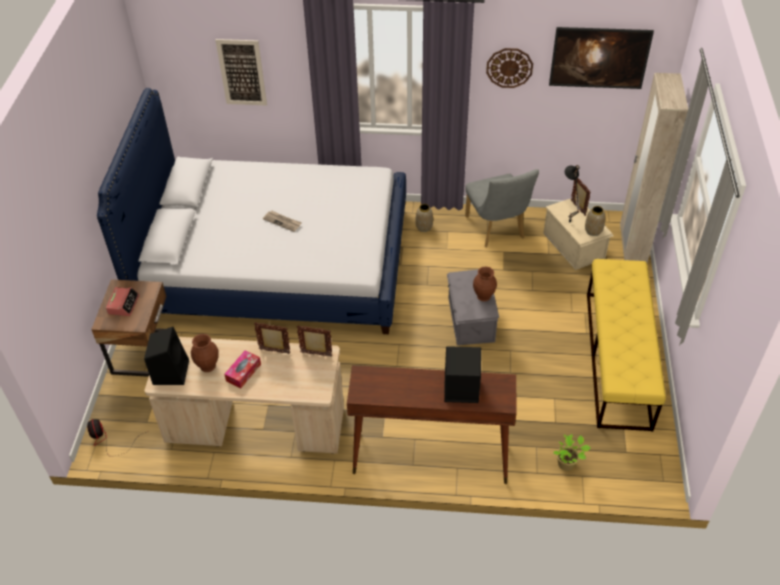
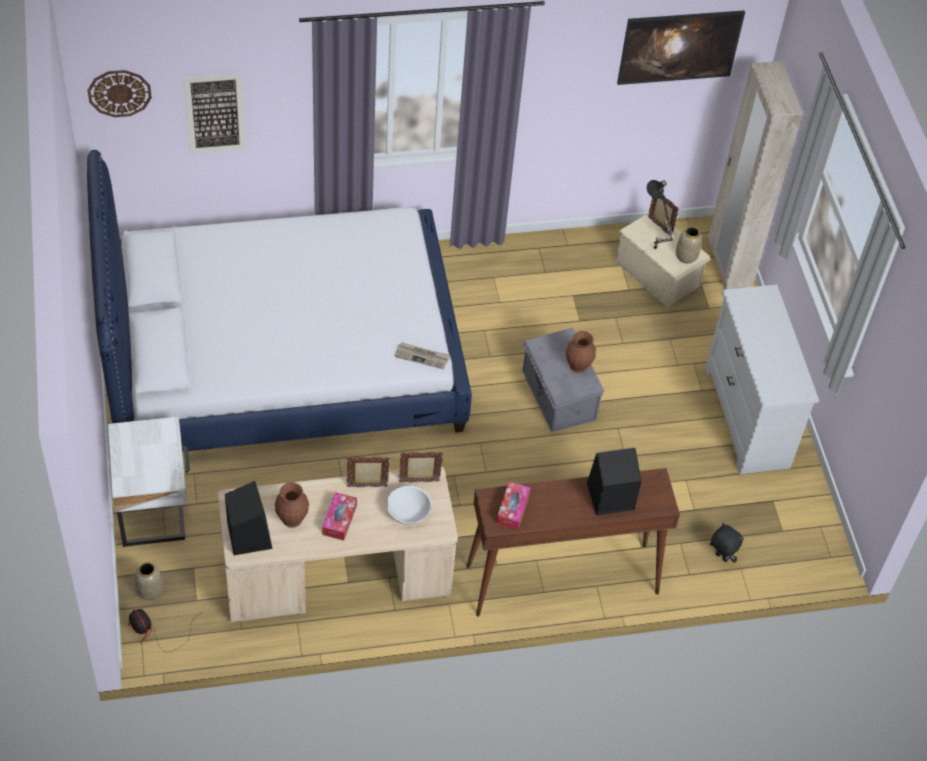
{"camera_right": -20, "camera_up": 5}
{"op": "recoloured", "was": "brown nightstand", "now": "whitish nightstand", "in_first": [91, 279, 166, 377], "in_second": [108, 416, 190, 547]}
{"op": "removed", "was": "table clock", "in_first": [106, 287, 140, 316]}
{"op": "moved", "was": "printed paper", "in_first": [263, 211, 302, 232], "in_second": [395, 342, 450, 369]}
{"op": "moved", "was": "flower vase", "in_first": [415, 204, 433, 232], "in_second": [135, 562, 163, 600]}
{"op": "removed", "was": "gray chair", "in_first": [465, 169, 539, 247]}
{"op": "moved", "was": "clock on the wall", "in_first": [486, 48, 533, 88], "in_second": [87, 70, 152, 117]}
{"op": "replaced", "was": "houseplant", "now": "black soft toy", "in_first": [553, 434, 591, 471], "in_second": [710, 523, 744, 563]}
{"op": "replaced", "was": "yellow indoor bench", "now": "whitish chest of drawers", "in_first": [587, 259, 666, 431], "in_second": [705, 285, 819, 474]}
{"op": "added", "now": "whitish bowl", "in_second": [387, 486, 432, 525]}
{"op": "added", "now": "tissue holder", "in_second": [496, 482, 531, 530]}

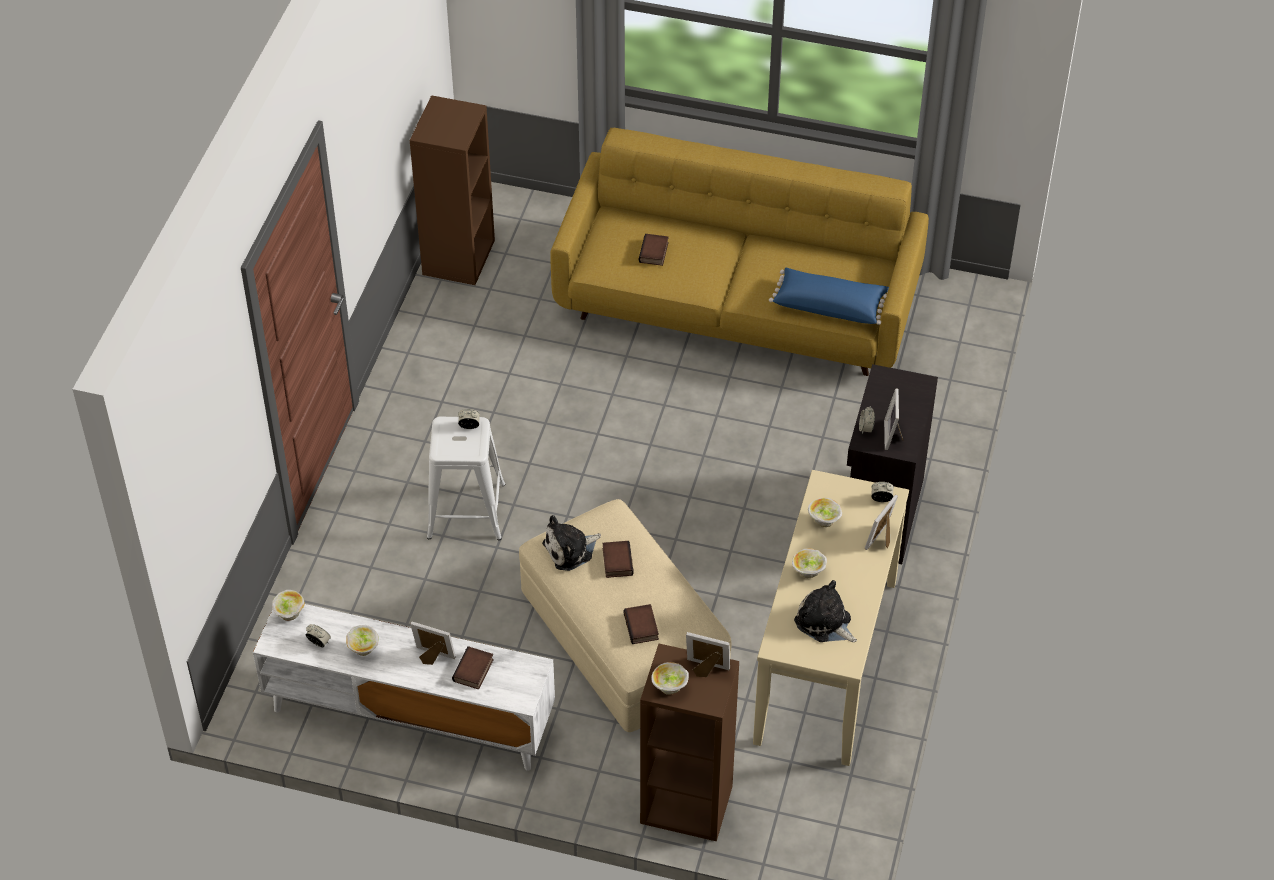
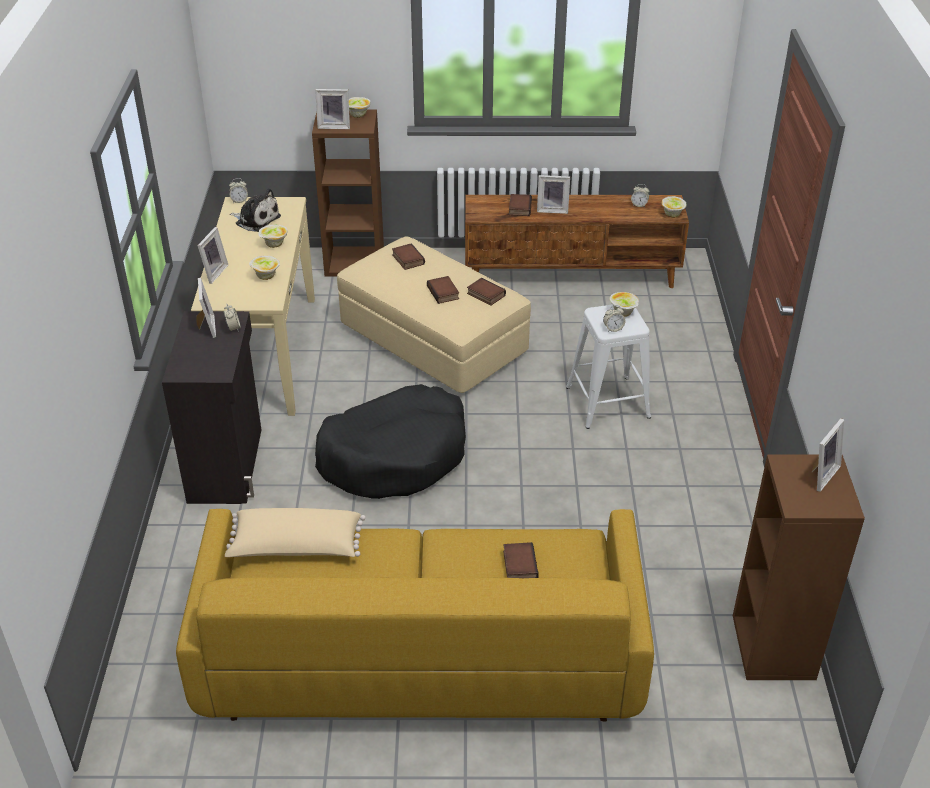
{"camera_right": 165, "camera_up": -10}
{"op": "recoloured", "was": "whitish tv unit", "now": "brown tv unit", "in_first": [253, 604, 555, 771], "in_second": [465, 195, 689, 288]}
{"op": "moved", "was": "bowl", "in_first": [346, 625, 379, 656], "in_second": [609, 292, 639, 317]}
{"op": "replaced", "was": "soft toy", "now": "volume", "in_first": [542, 515, 601, 571], "in_second": [467, 278, 506, 306]}
{"op": "recoloured", "was": "bluish throw pillow", "now": "beige throw pillow", "in_first": [769, 268, 889, 325], "in_second": [225, 508, 366, 557]}
{"op": "moved", "was": "table clock", "in_first": [871, 482, 894, 502], "in_second": [229, 178, 248, 203]}
{"op": "added", "now": "black pet bed", "in_second": [315, 384, 466, 499]}
{"op": "added", "now": "standing frame", "in_second": [812, 419, 844, 492]}

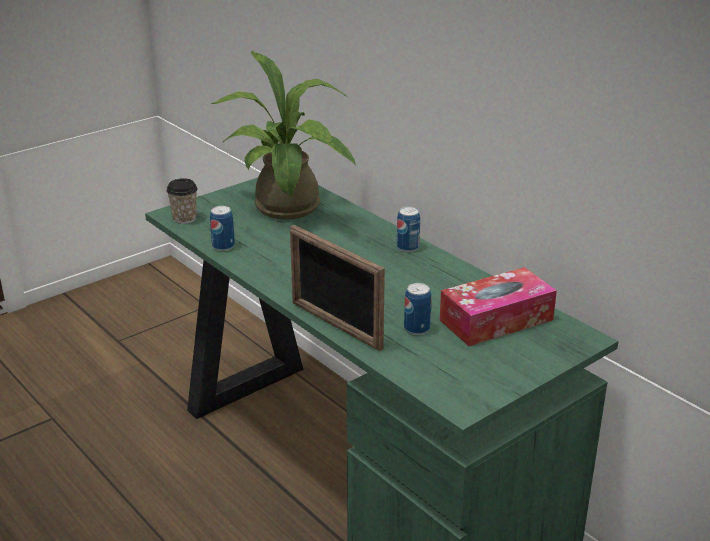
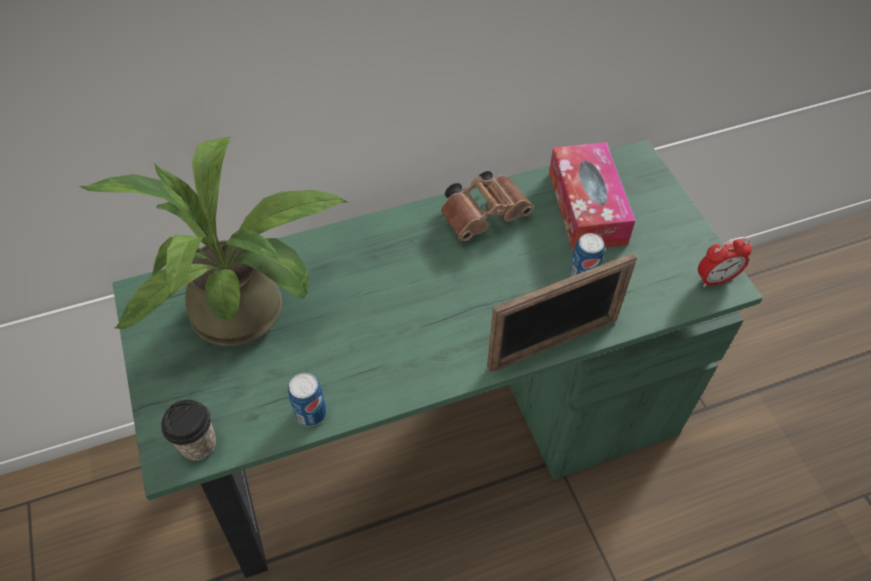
{"camera_right": -70, "camera_up": 25}
{"op": "removed", "was": "can", "in_first": [397, 207, 420, 252]}
{"op": "added", "now": "brown field glasses", "in_second": [441, 171, 533, 241]}
{"op": "added", "now": "table clock", "in_second": [698, 237, 752, 287]}

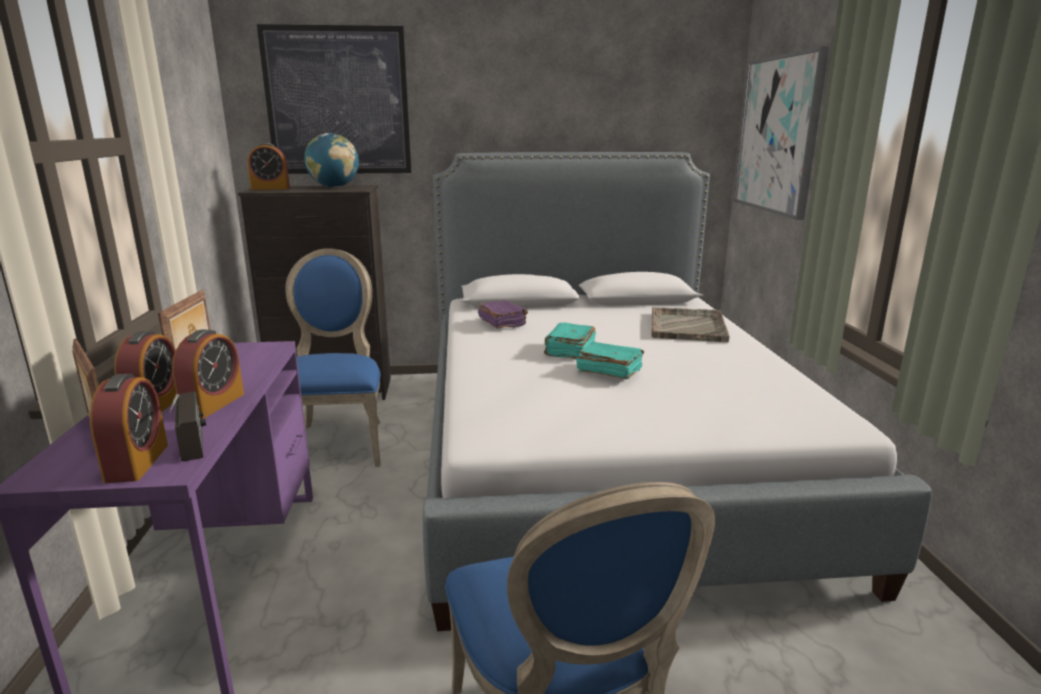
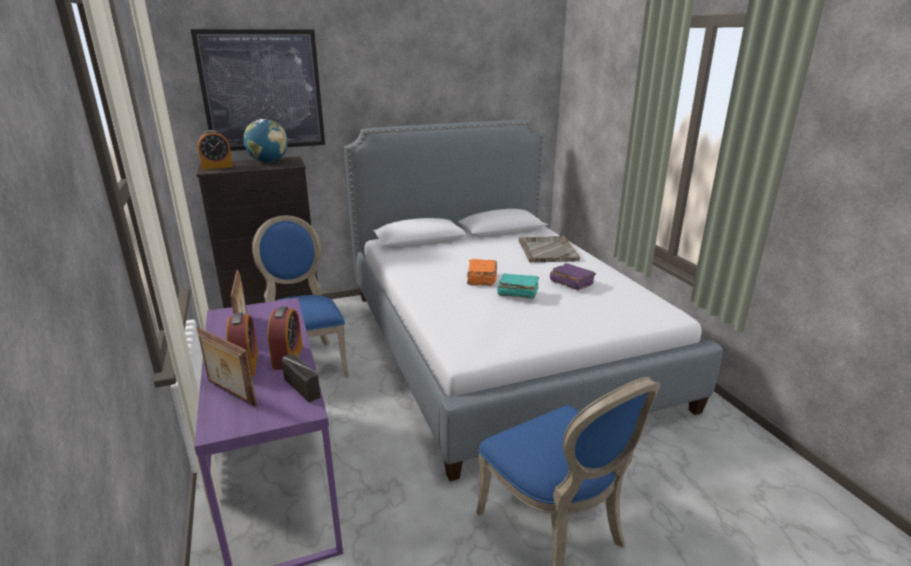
{"camera_right": -15, "camera_up": 5}
{"op": "removed", "was": "table clock", "in_first": [90, 374, 168, 483]}
{"op": "moved", "was": "purple-coloured volume", "in_first": [478, 300, 528, 329], "in_second": [550, 263, 596, 290]}
{"op": "recoloured", "was": "turquoise-coloured volume", "now": "orangey volume", "in_first": [544, 323, 596, 359], "in_second": [467, 259, 497, 286]}
{"op": "removed", "was": "wall picture", "in_first": [733, 46, 829, 220]}

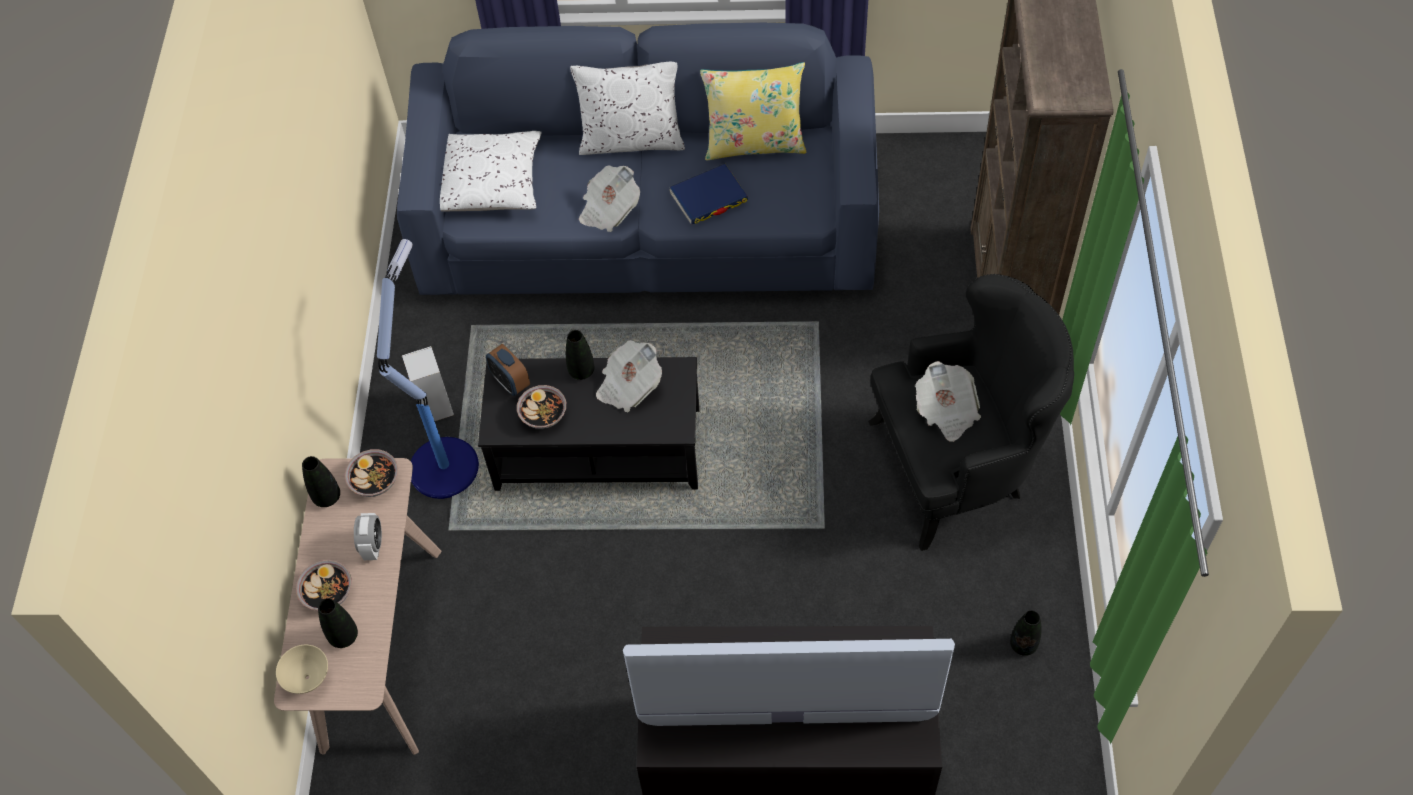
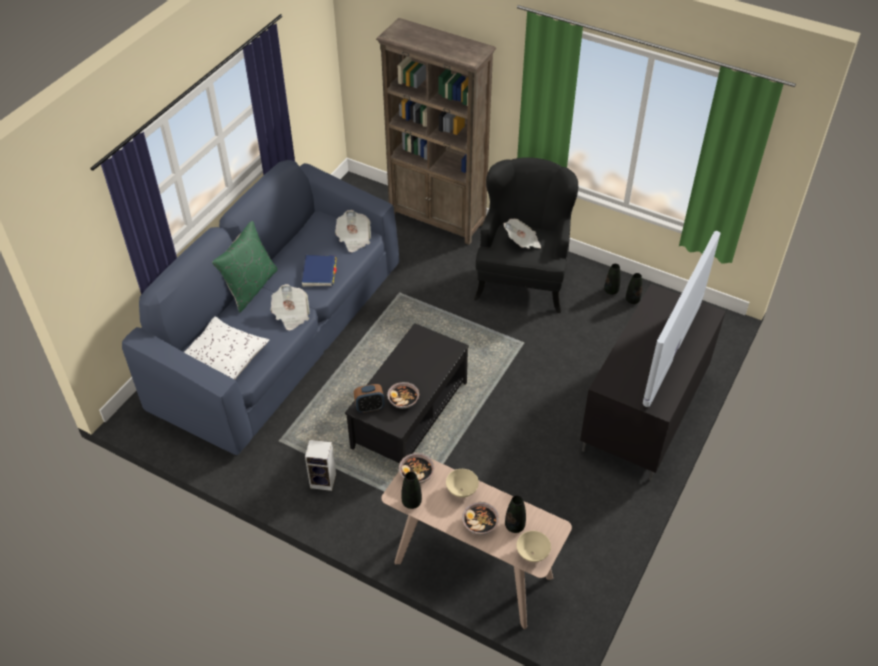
{"camera_right": -65, "camera_up": -10}
{"op": "replaced", "was": "table clock", "now": "beige bowl", "in_first": [354, 513, 382, 560], "in_second": [446, 469, 479, 498]}
{"op": "removed", "was": "floor lamp", "in_first": [377, 239, 479, 499]}
{"op": "moved", "was": "black flower vase", "in_first": [566, 330, 594, 380], "in_second": [604, 264, 621, 295]}
{"op": "recoloured", "was": "whitish throw pillow", "now": "greenish throw pillow", "in_first": [570, 62, 685, 155], "in_second": [212, 221, 278, 313]}
{"op": "moved", "was": "printed paper", "in_first": [596, 340, 662, 412], "in_second": [335, 210, 371, 252]}
{"op": "removed", "was": "yellow throw pillow", "in_first": [700, 62, 807, 160]}

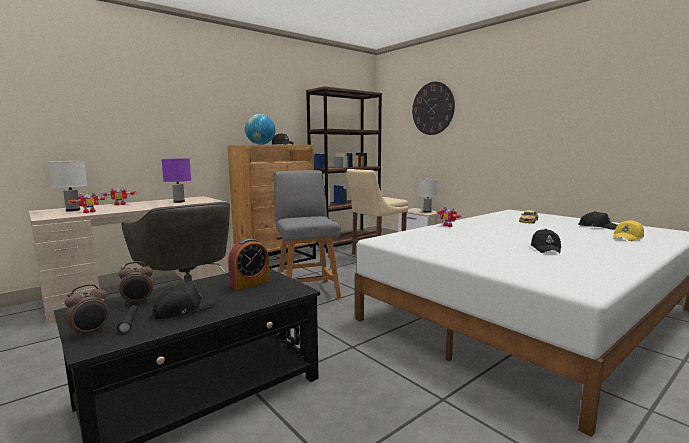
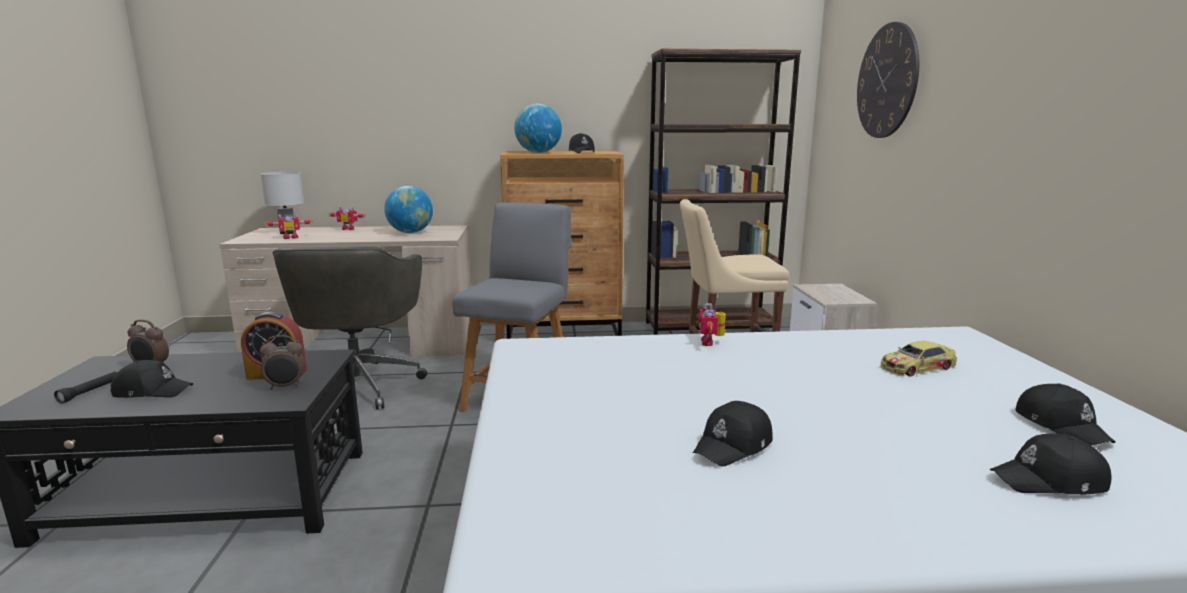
{"camera_right": 35, "camera_up": 5}
{"op": "moved", "was": "table clock", "in_first": [64, 284, 109, 338], "in_second": [260, 335, 305, 390]}
{"op": "replaced", "was": "purple-coloured tabletop lamp", "now": "globe", "in_first": [161, 159, 191, 203], "in_second": [384, 186, 433, 233]}
{"op": "removed", "was": "whitish tabletop lamp", "in_first": [418, 179, 439, 213]}
{"op": "recoloured", "was": "yellow peaked cap", "now": "black peaked cap", "in_first": [614, 220, 644, 241], "in_second": [990, 434, 1111, 494]}

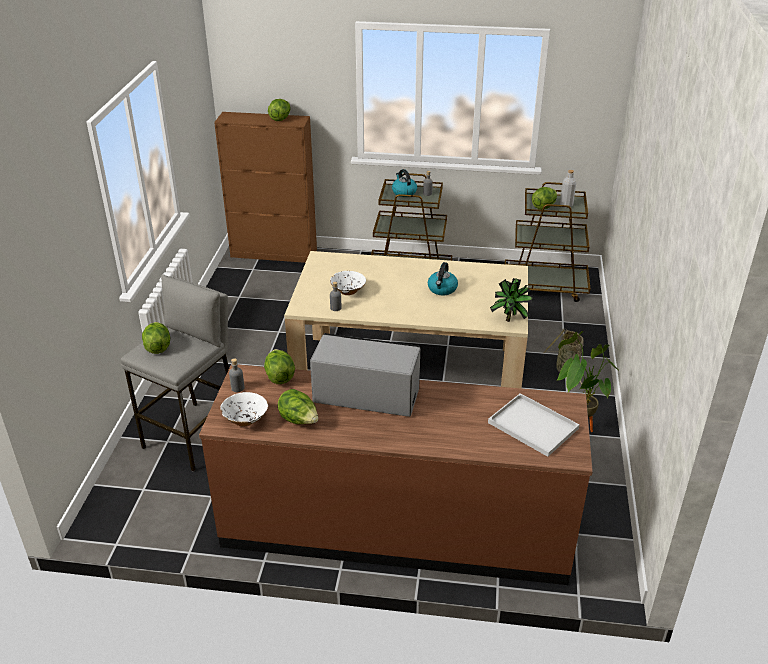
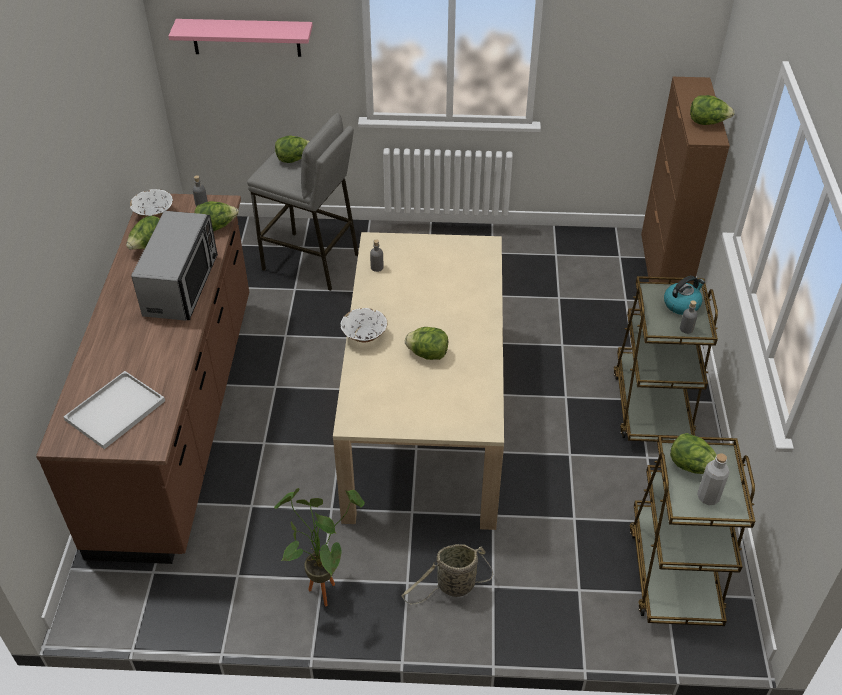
{"camera_right": 85, "camera_up": 10}
{"op": "moved", "was": "whitish bowl", "in_first": [330, 271, 366, 295], "in_second": [341, 308, 387, 343]}
{"op": "replaced", "was": "kettle", "now": "lettuce", "in_first": [428, 262, 458, 295], "in_second": [405, 327, 448, 360]}
{"op": "removed", "was": "houseplant", "in_first": [490, 278, 534, 322]}
{"op": "added", "now": "pink-coloured wall shelf", "in_second": [168, 19, 313, 57]}

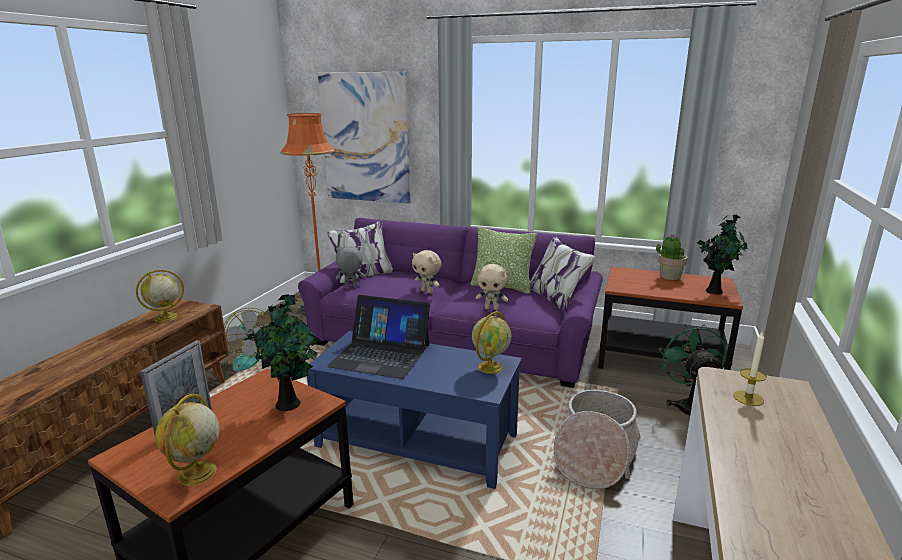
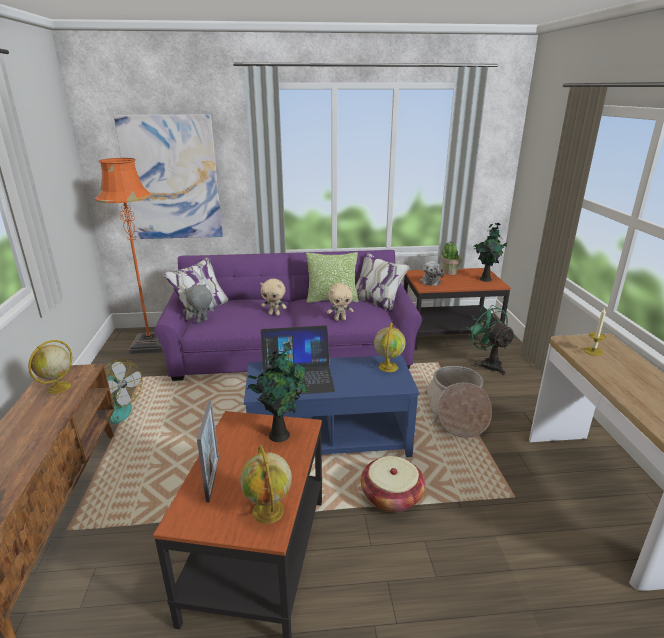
{"camera_right": -25, "camera_up": 5}
{"op": "added", "now": "storage basket", "in_second": [361, 456, 426, 513]}
{"op": "added", "now": "soft toy", "in_second": [420, 261, 444, 286]}

